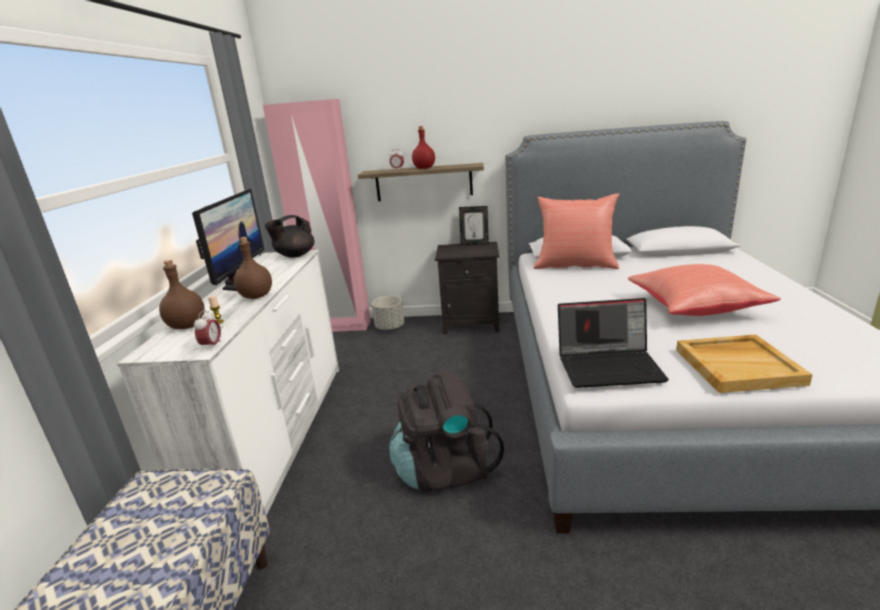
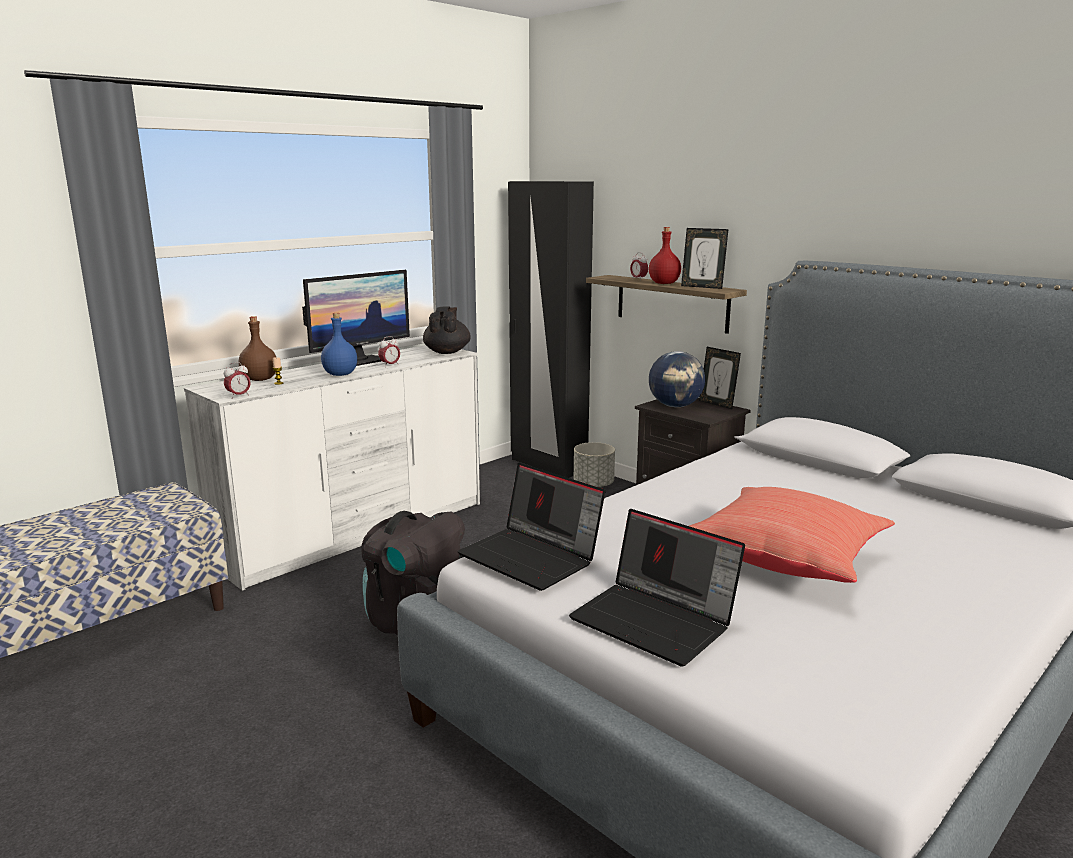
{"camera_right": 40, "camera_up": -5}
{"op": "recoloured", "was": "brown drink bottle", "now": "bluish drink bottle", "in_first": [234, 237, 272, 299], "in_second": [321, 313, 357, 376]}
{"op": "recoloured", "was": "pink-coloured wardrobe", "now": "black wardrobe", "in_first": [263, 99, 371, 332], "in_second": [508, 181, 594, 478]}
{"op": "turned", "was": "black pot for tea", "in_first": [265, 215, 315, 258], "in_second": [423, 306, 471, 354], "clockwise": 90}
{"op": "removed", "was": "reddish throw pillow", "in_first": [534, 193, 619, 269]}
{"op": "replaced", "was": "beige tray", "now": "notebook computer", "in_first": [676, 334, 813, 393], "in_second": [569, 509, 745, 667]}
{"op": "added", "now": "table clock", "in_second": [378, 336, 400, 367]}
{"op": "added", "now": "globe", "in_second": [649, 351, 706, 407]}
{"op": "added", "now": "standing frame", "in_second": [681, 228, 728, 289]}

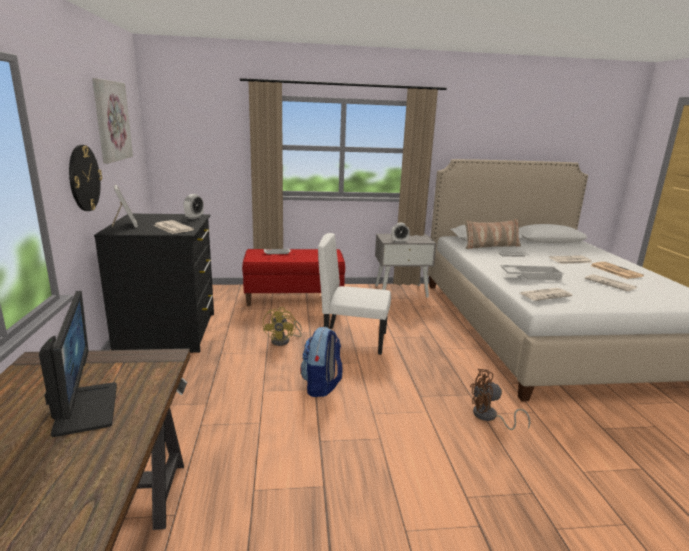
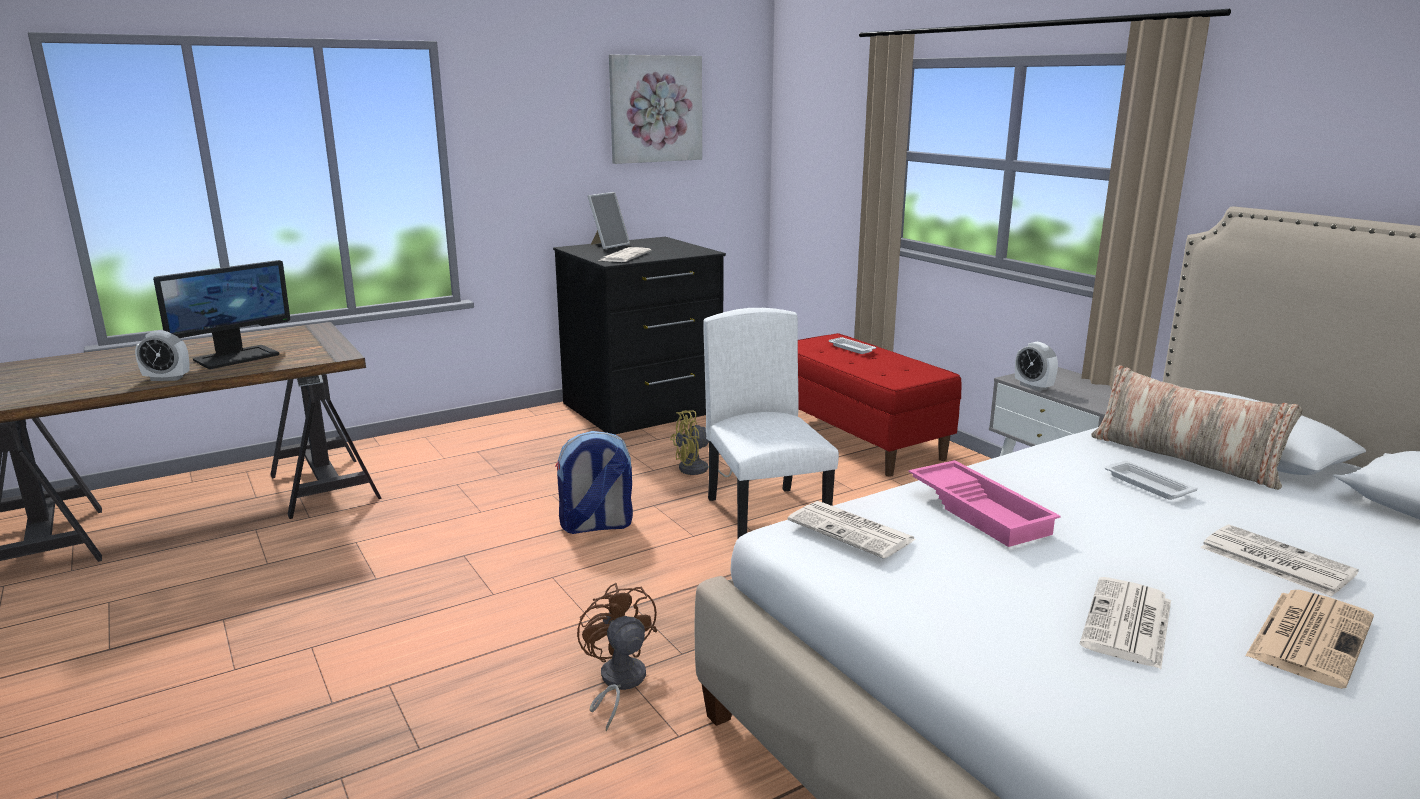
{"camera_right": 65, "camera_up": 0}
{"op": "removed", "was": "clock on the wall", "in_first": [69, 145, 102, 211]}
{"op": "moved", "was": "table clock", "in_first": [184, 194, 204, 219], "in_second": [135, 330, 189, 381]}
{"op": "recoloured", "was": "whitish tray", "now": "pink-coloured tray", "in_first": [500, 265, 564, 281], "in_second": [909, 460, 1060, 547]}

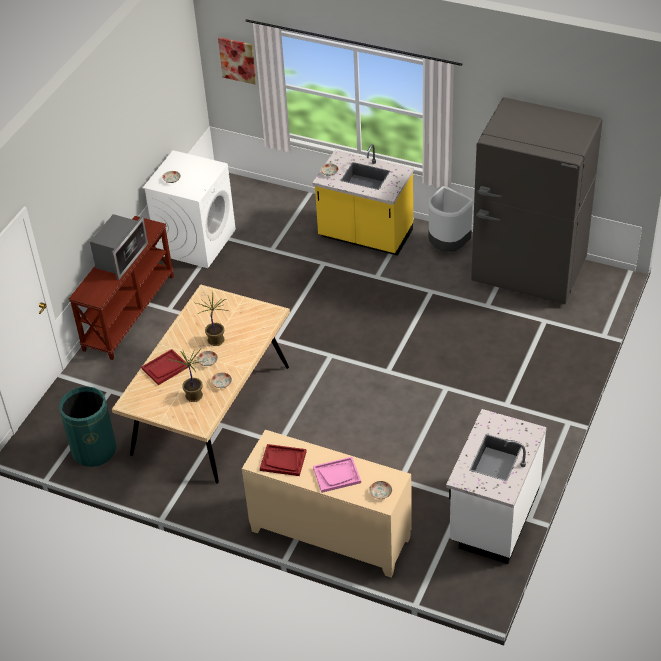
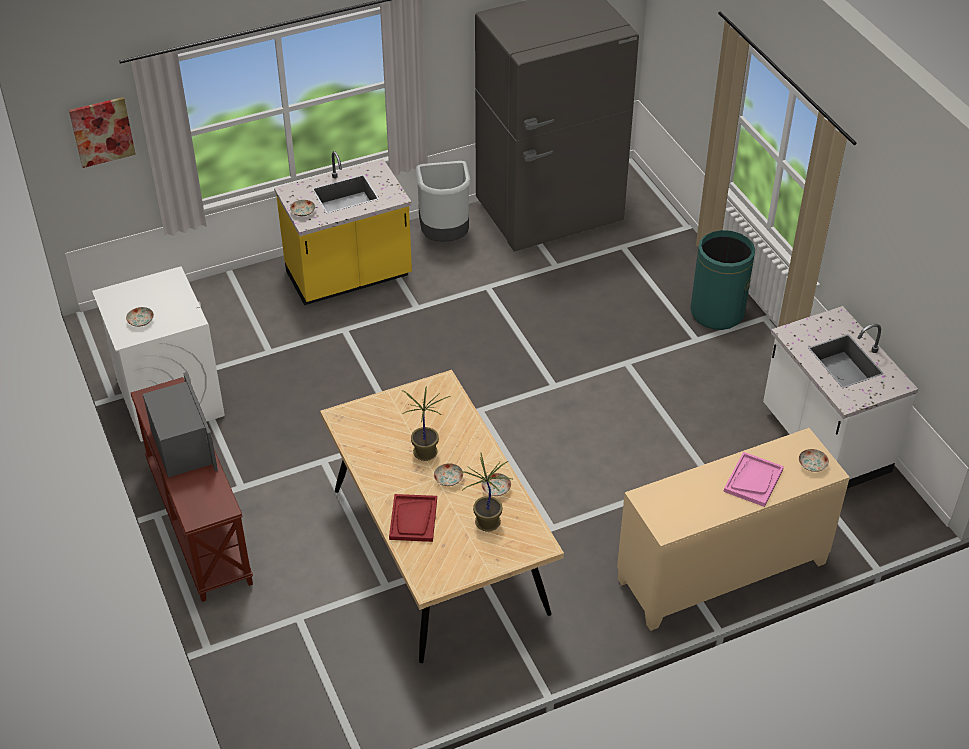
{"camera_right": -50, "camera_up": 0}
{"op": "moved", "was": "greenish rubbish bin", "in_first": [59, 386, 117, 467], "in_second": [690, 230, 755, 330]}
{"op": "removed", "was": "reddish tray", "in_first": [260, 444, 307, 476]}

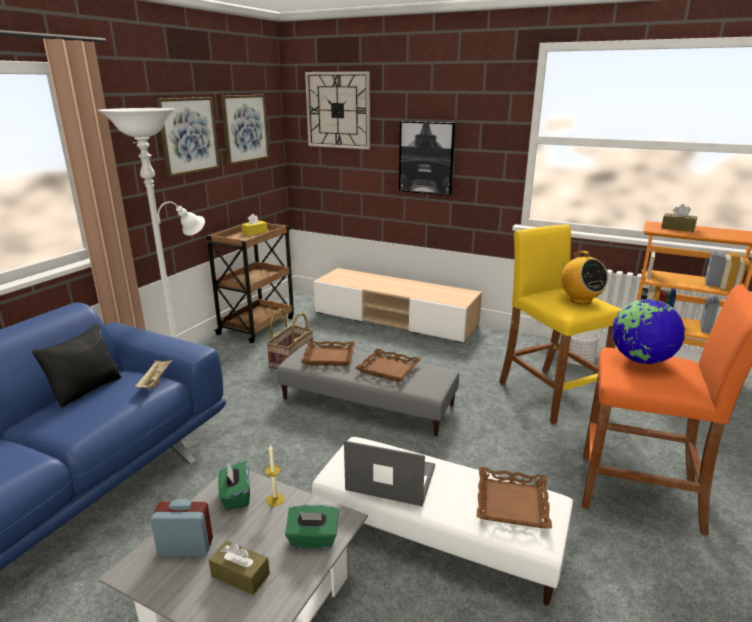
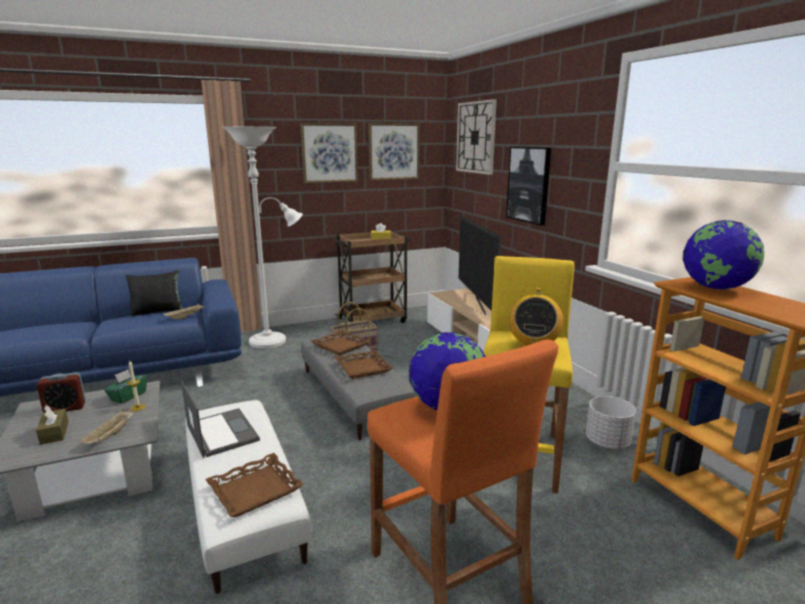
{"camera_right": 40, "camera_up": -5}
{"op": "turned", "was": "table clock", "in_first": [150, 499, 213, 557], "in_second": [37, 372, 86, 413], "clockwise": 120}
{"op": "replaced", "was": "greenish tissue holder", "now": "beige tray", "in_first": [285, 505, 339, 548], "in_second": [79, 409, 134, 444]}
{"op": "replaced", "was": "brown tissue holder", "now": "globe", "in_first": [661, 204, 697, 232], "in_second": [683, 220, 764, 290]}
{"op": "added", "now": "TV", "in_second": [459, 216, 501, 315]}

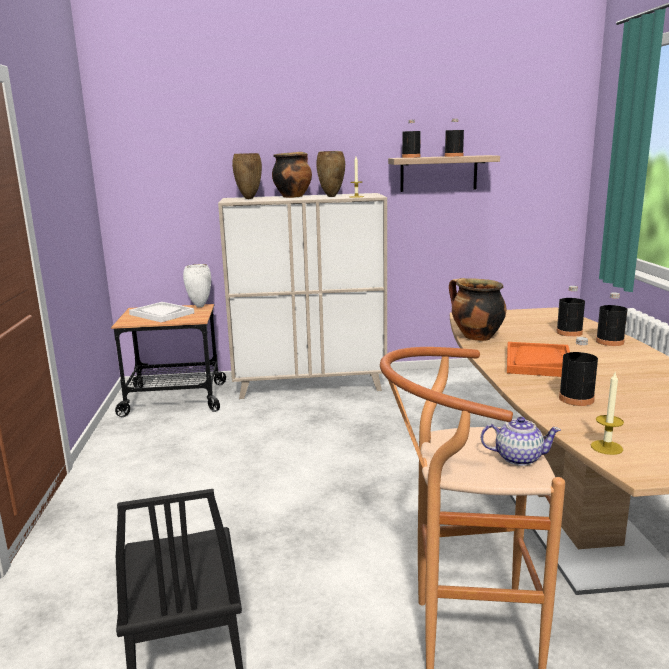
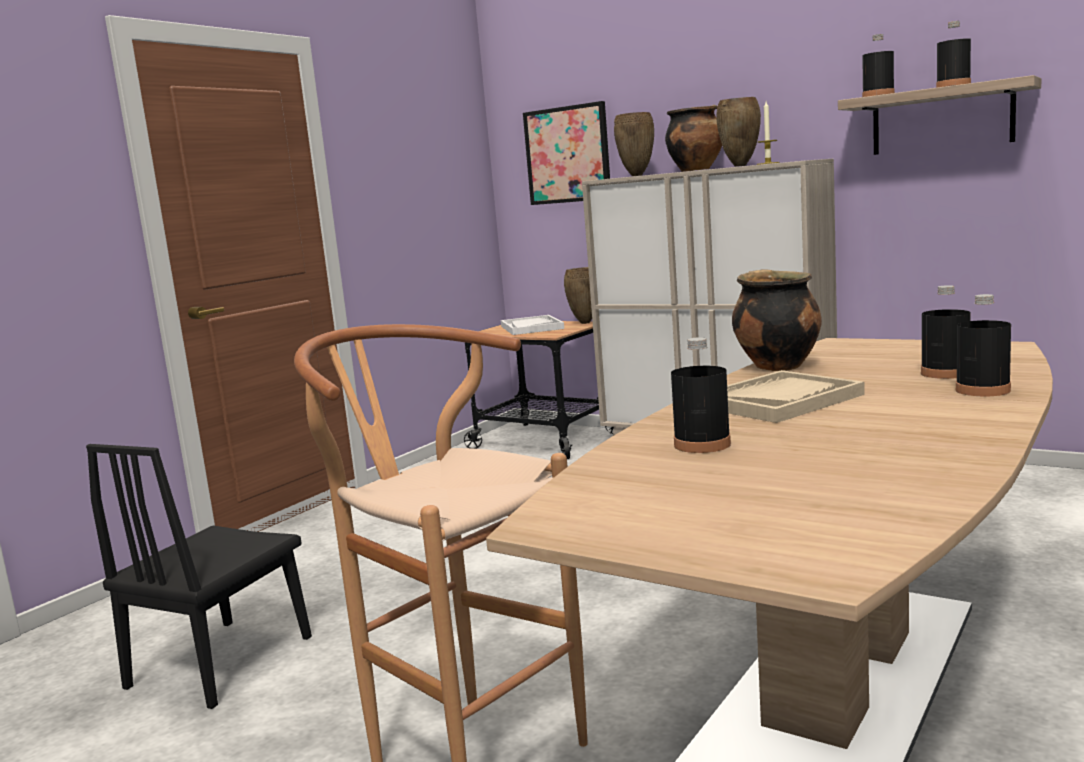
{"camera_right": 40, "camera_up": -5}
{"op": "recoloured", "was": "whitish flower vase", "now": "brown flower vase", "in_first": [183, 264, 211, 307], "in_second": [564, 267, 592, 324]}
{"op": "removed", "was": "pot for tea", "in_first": [481, 417, 561, 466]}
{"op": "recoloured", "was": "orangey tray", "now": "beige tray", "in_first": [507, 342, 570, 377], "in_second": [727, 370, 865, 423]}
{"op": "removed", "was": "candle", "in_first": [591, 373, 624, 455]}
{"op": "added", "now": "wall picture", "in_second": [523, 101, 610, 205]}

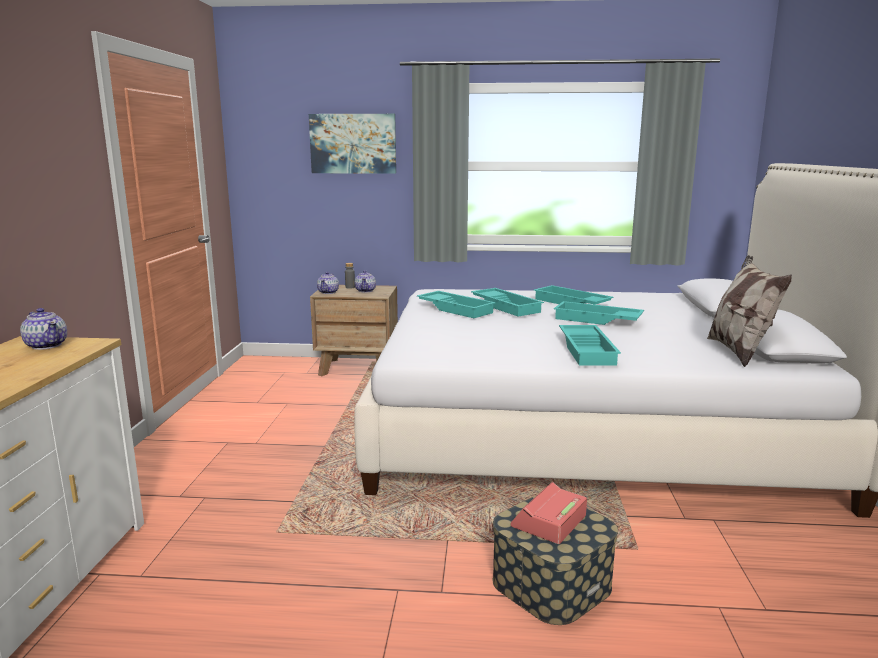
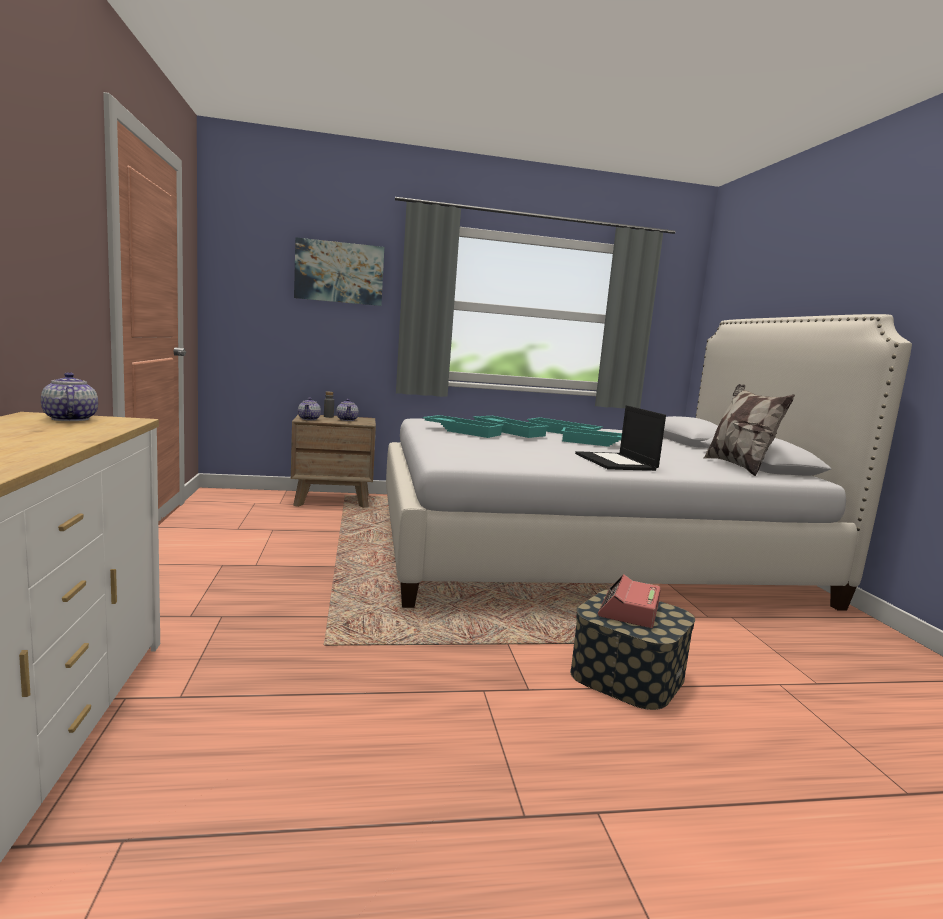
{"camera_right": -15, "camera_up": -5}
{"op": "turned", "was": "pot for tea", "in_first": [20, 308, 67, 350], "in_second": [41, 372, 98, 421], "clockwise": -150}
{"op": "replaced", "was": "turquoise-coloured tray", "now": "notebook computer", "in_first": [559, 325, 621, 365], "in_second": [575, 406, 666, 471]}

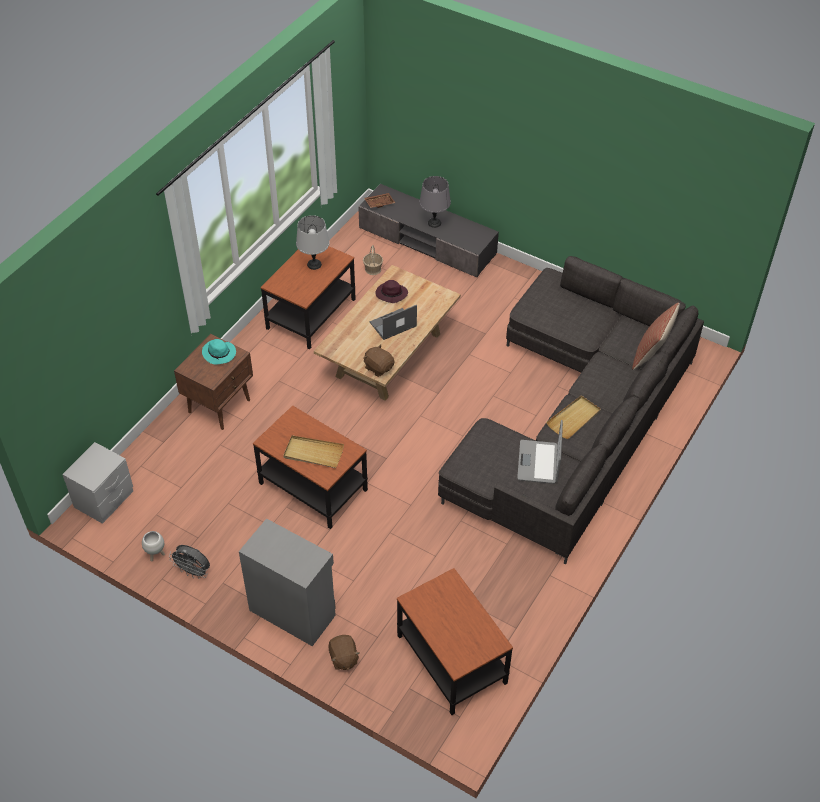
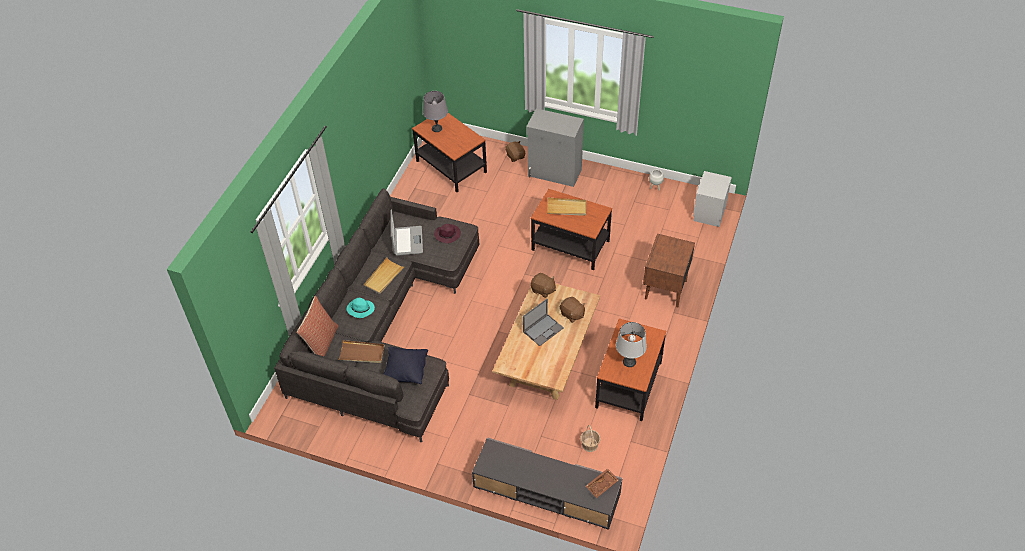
{"camera_right": 170, "camera_up": 0}
{"op": "removed", "was": "gray cooling fan", "in_first": [169, 545, 210, 579]}
{"op": "moved", "was": "turquoise-coloured hat", "in_first": [202, 339, 236, 365], "in_second": [347, 298, 375, 318]}
{"op": "moved", "was": "purple-coloured hat", "in_first": [375, 280, 408, 303], "in_second": [434, 224, 461, 243]}
{"op": "moved", "was": "gray tabletop lamp", "in_first": [419, 176, 451, 228], "in_second": [423, 91, 448, 132]}
{"op": "added", "now": "brown tray", "in_second": [338, 340, 385, 363]}
{"op": "added", "now": "black throw pillow", "in_second": [384, 347, 428, 384]}
{"op": "added", "now": "brown soft toy", "in_second": [560, 297, 585, 323]}

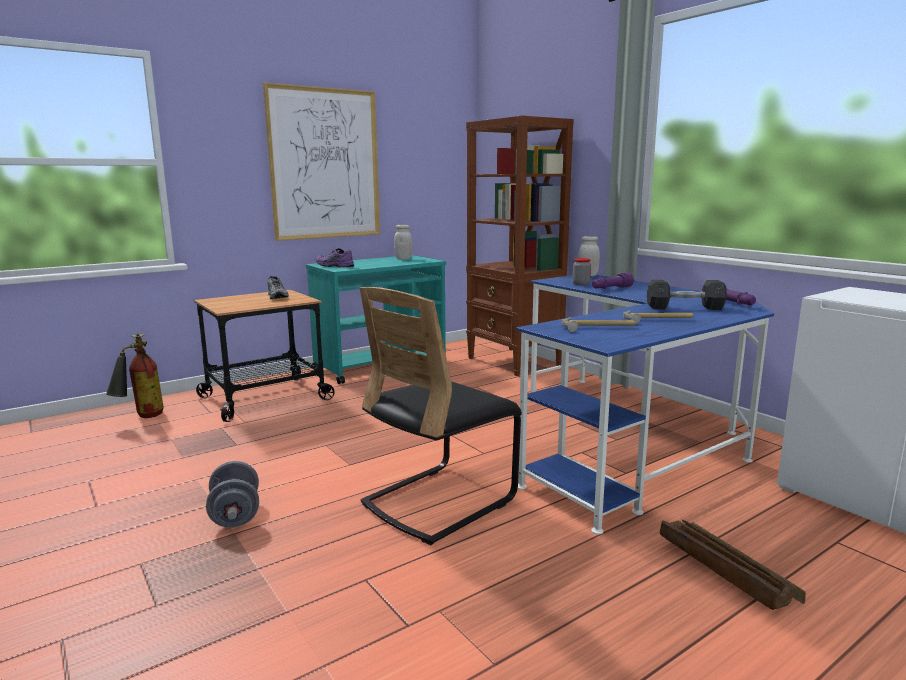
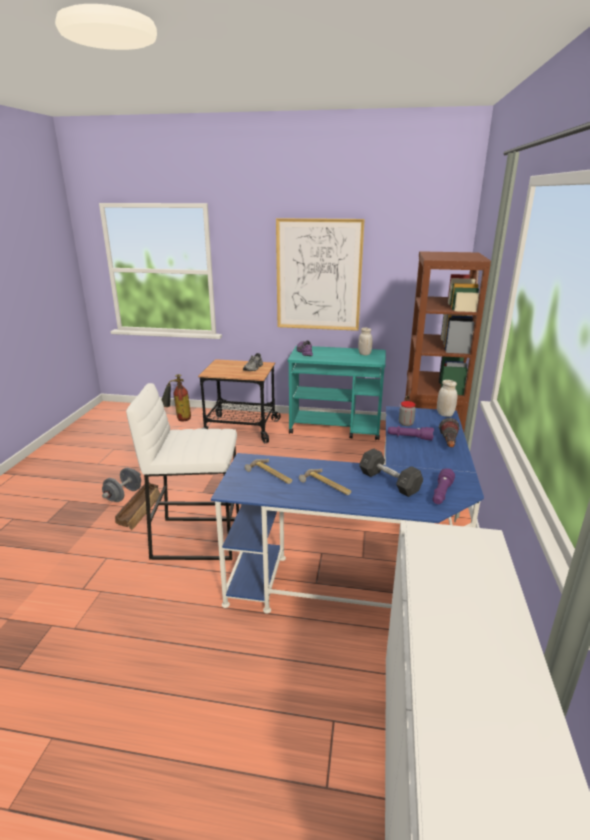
{"camera_right": 45, "camera_up": 10}
{"op": "replaced", "was": "black chair", "now": "whitish sitting stool", "in_first": [360, 287, 522, 545], "in_second": [126, 383, 239, 560]}
{"op": "moved", "was": "shipping crate", "in_first": [660, 520, 806, 610], "in_second": [115, 483, 160, 530]}
{"op": "added", "now": "flashlight", "in_second": [439, 418, 460, 447]}

